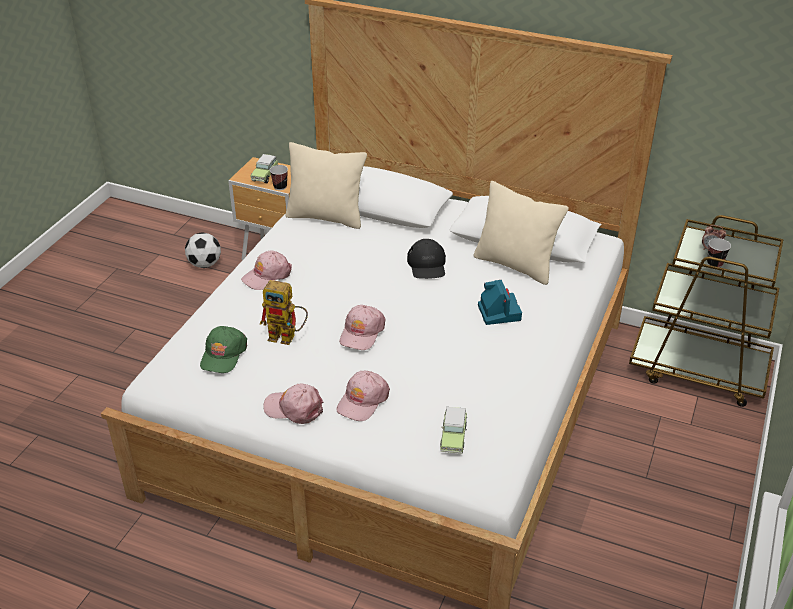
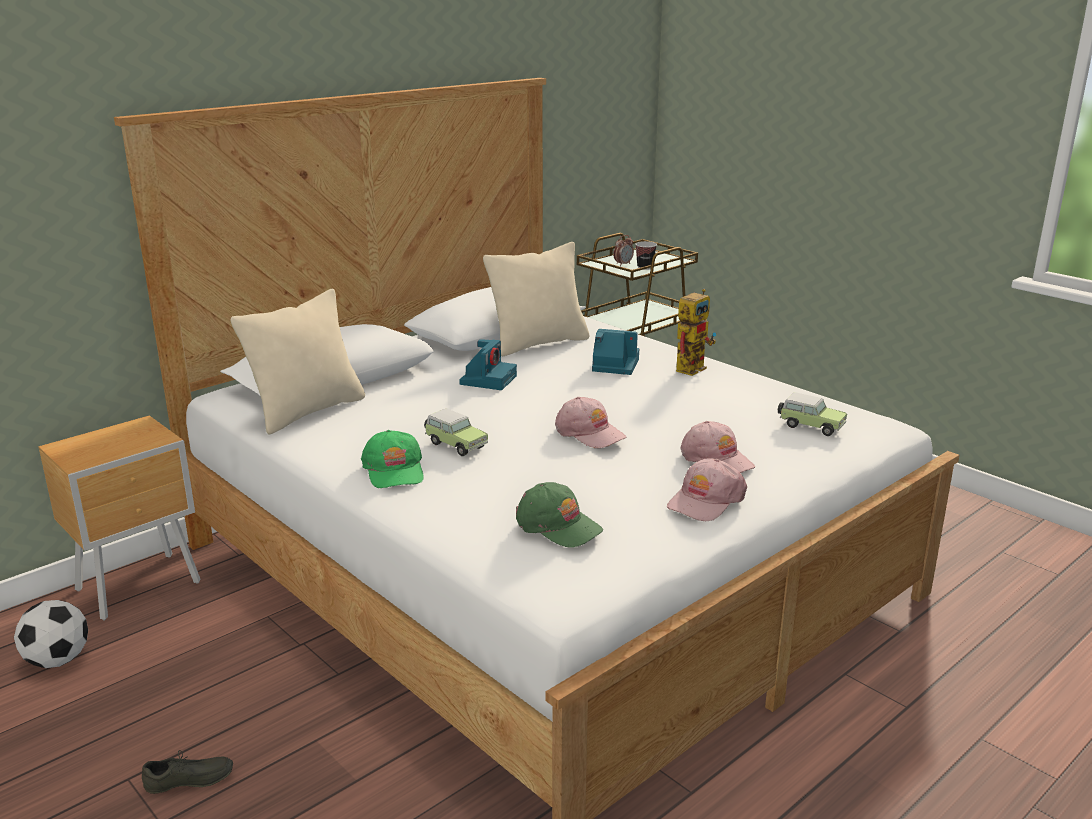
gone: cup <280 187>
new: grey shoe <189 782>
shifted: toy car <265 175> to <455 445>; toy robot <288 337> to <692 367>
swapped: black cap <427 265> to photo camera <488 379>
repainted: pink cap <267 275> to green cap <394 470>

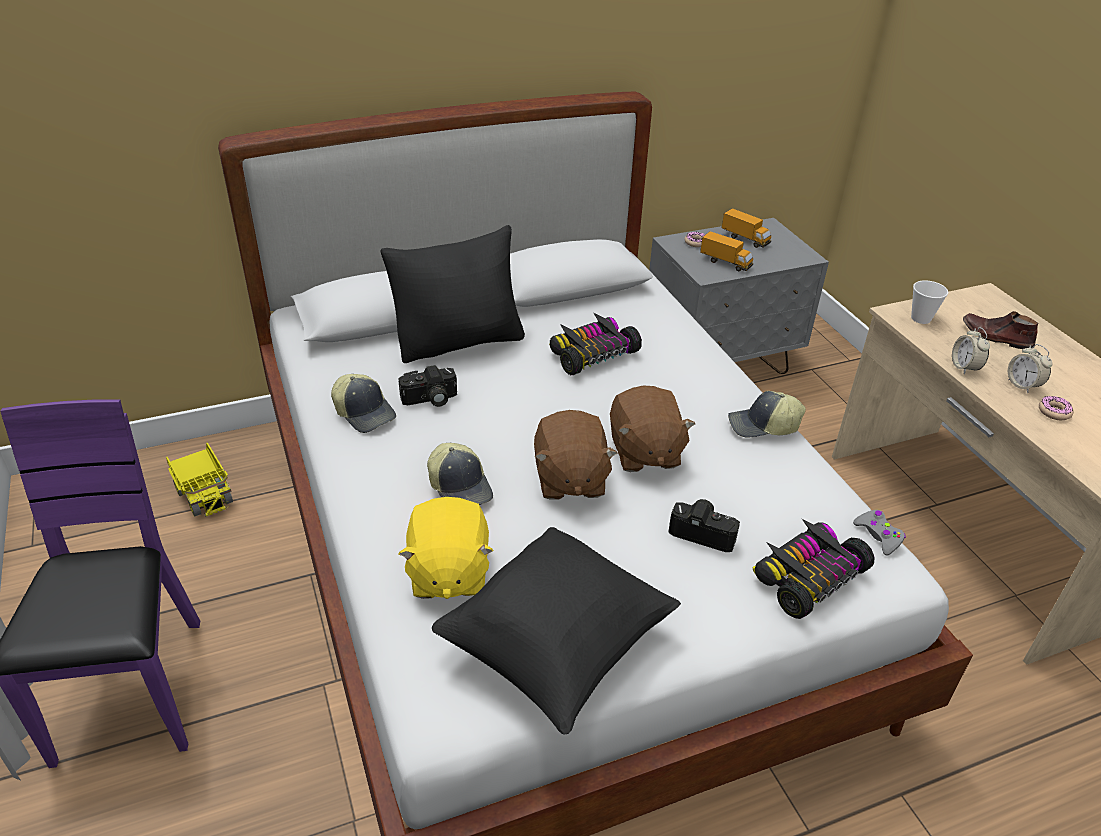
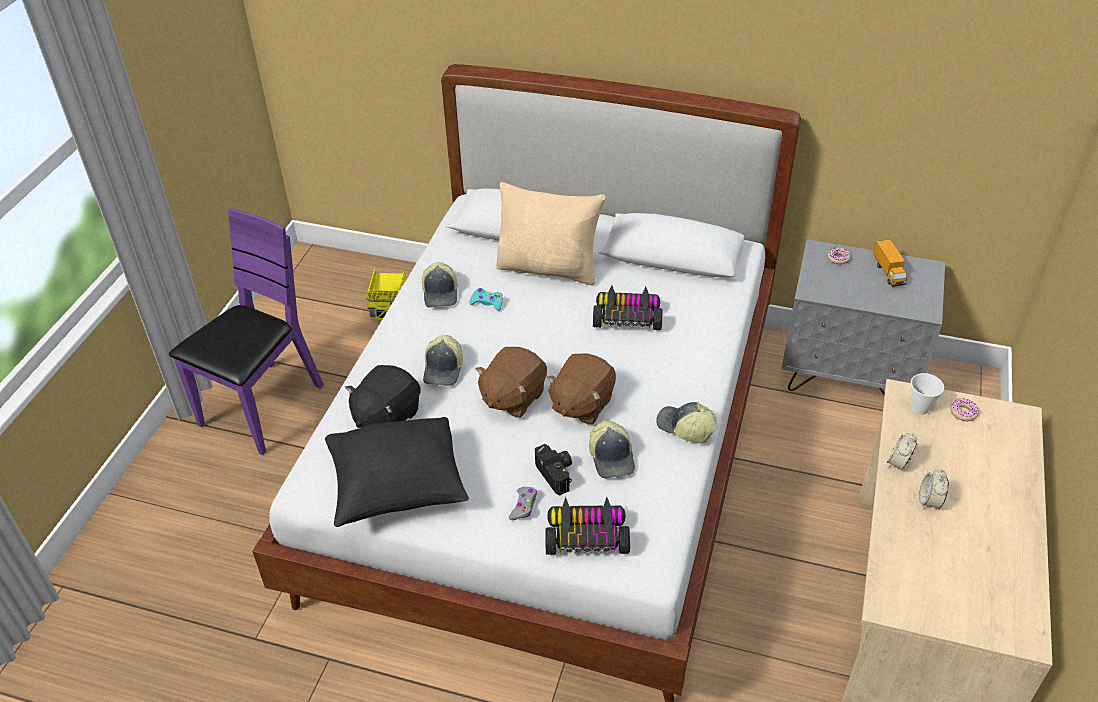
gone: toy truck <725 263>; brown shoe <996 337>
new: cap <612 457>
shifted: donut <1054 412> to <963 412>; grey game controller <878 535> to <523 506>
swapped: photo camera <430 400> to turquoise game controller <487 302>
repainted: black pillow <459 341> to beige pillow <549 268>; yellow plush toy <448 573> to black plush toy <386 416>

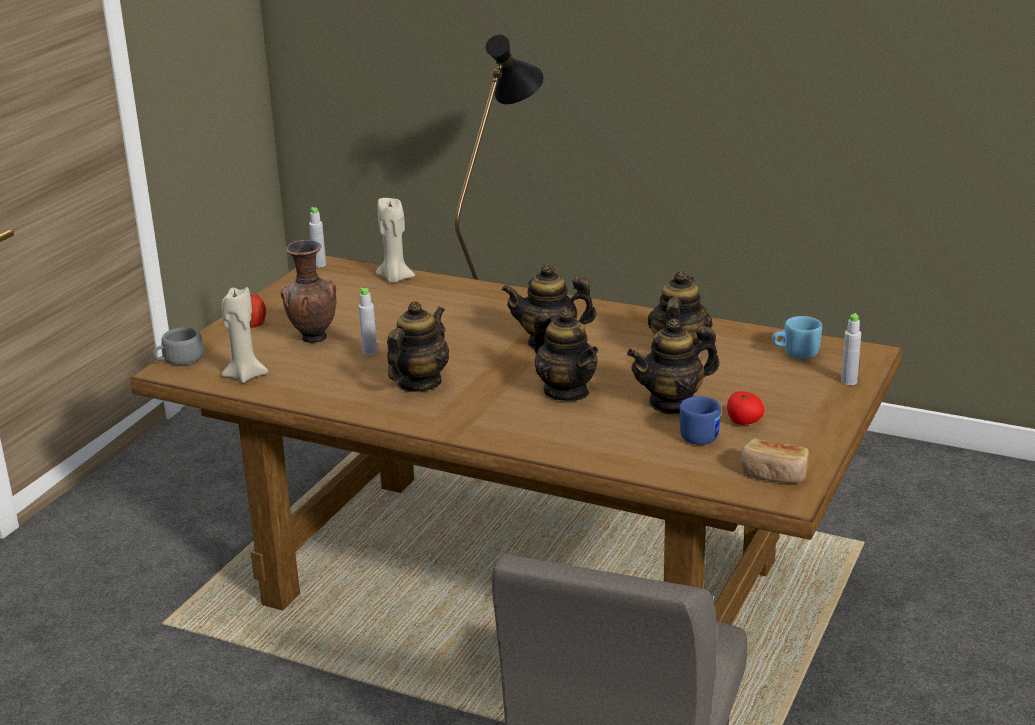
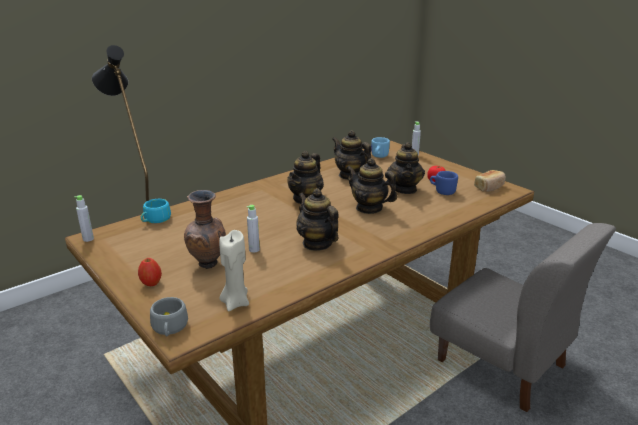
swapped: beige candle <395 279> to turquoise cup <155 220>
rotated: teapot <566 392> = <369 208> 135 degrees counterclockwise

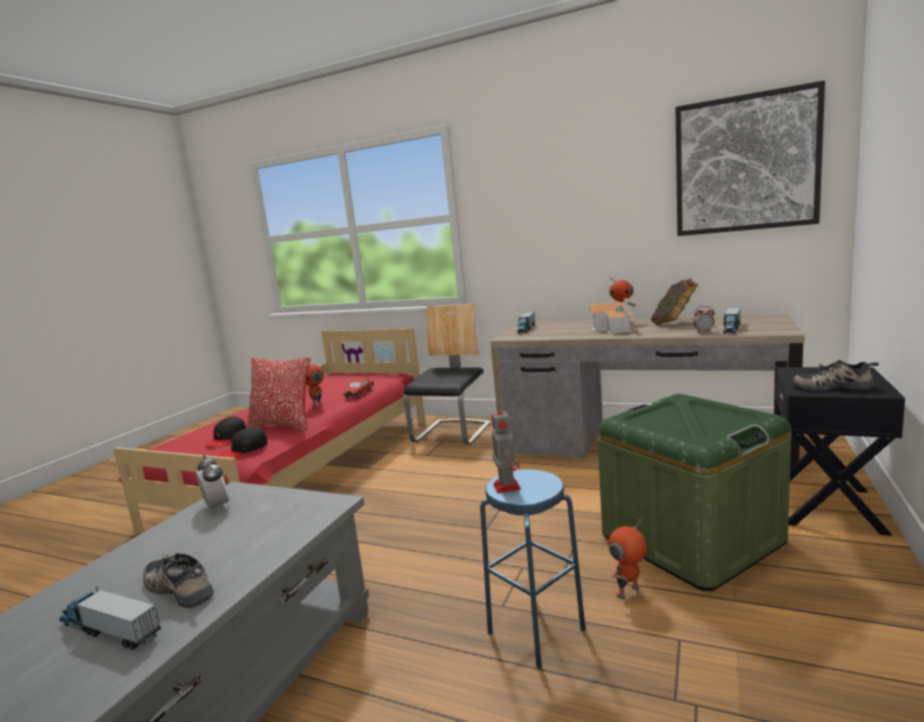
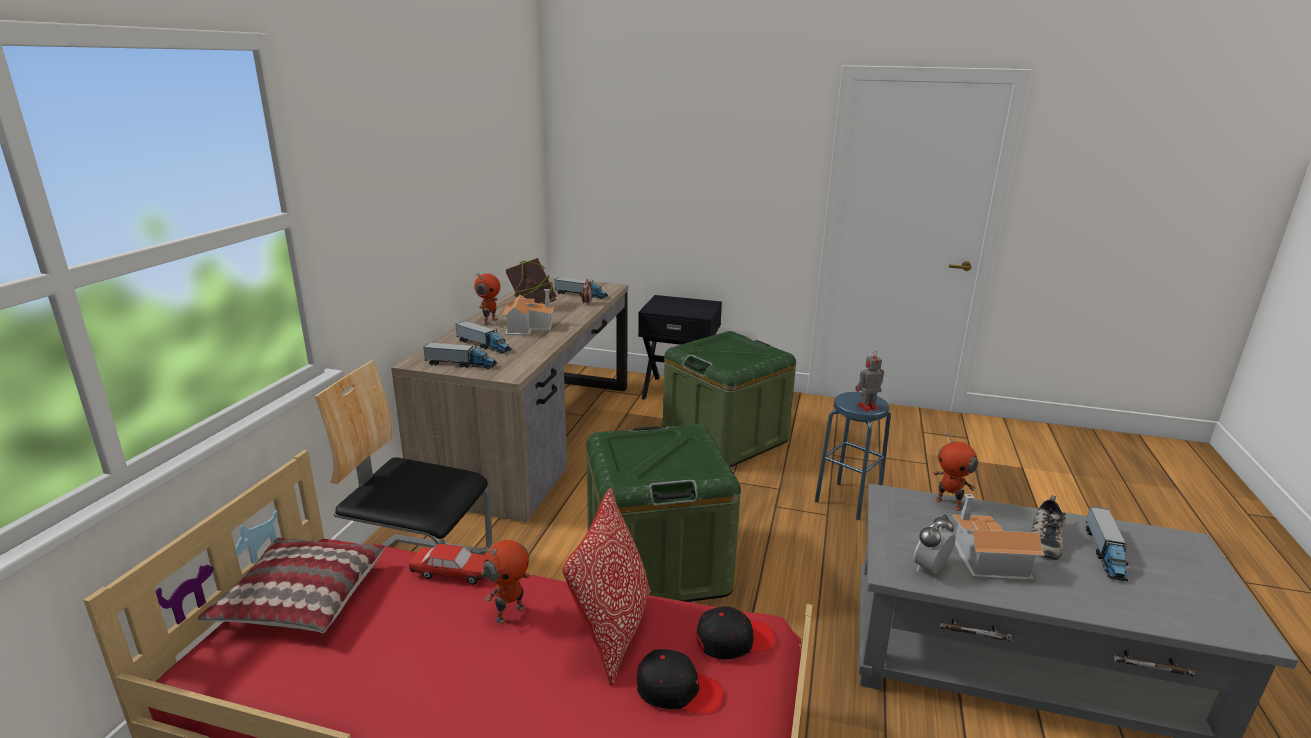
gone: picture <745 164>; shoe <833 386>
new: toy truck <484 345>; green storage box <657 564>; toy house <985 559>; pillow <301 598>
shifted: toy robot <629 592> to <949 503>
rotated: black cap <244 450> = <733 640> 60 degrees counterclockwise

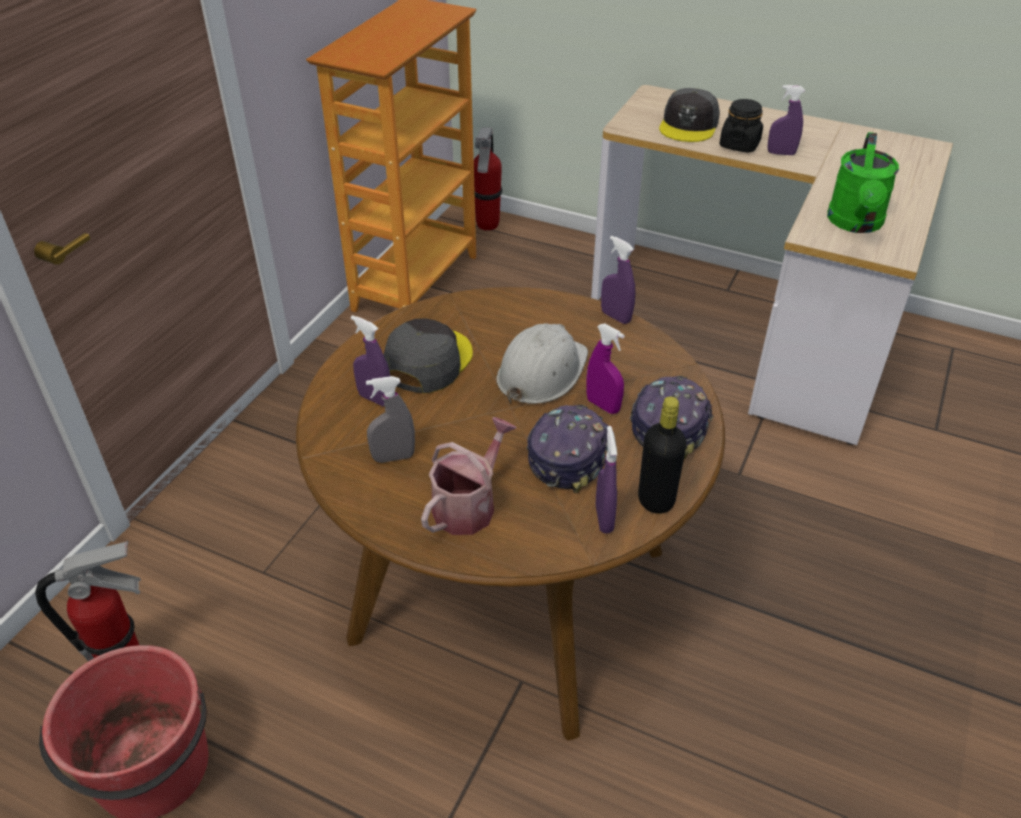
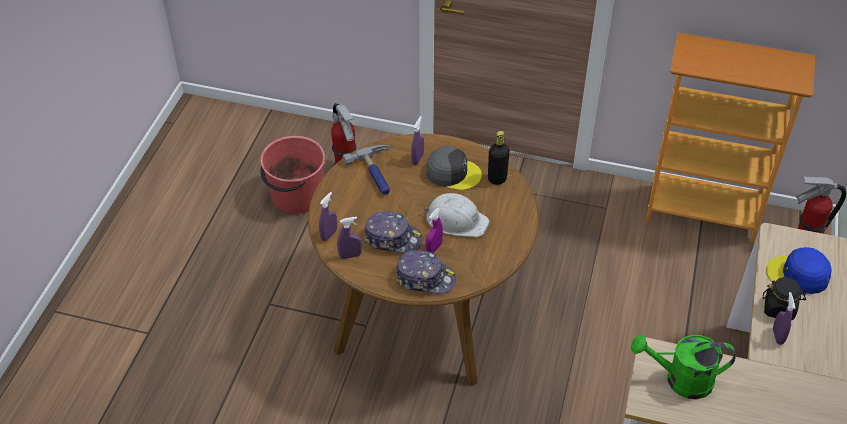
gone: watering can <469 505>
shifted: purple spray bottle <615 317> to <329 234>; black bottle <656 500> to <497 179>
swapped: grey spray bottle <393 457> to hammer <377 174>
repainted: grey cap <689 125> to blue cap <798 275>

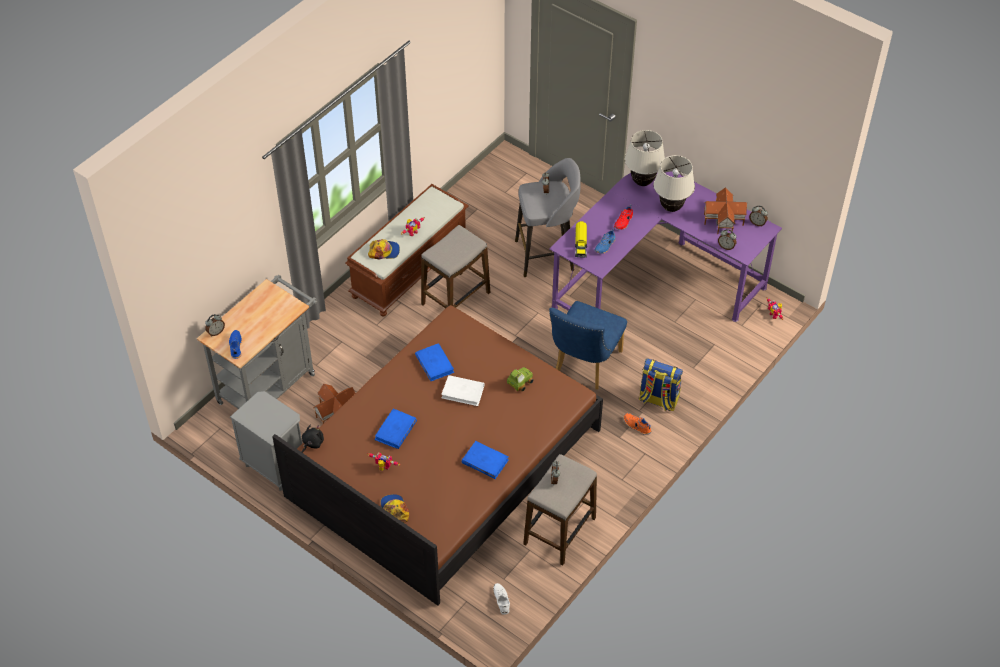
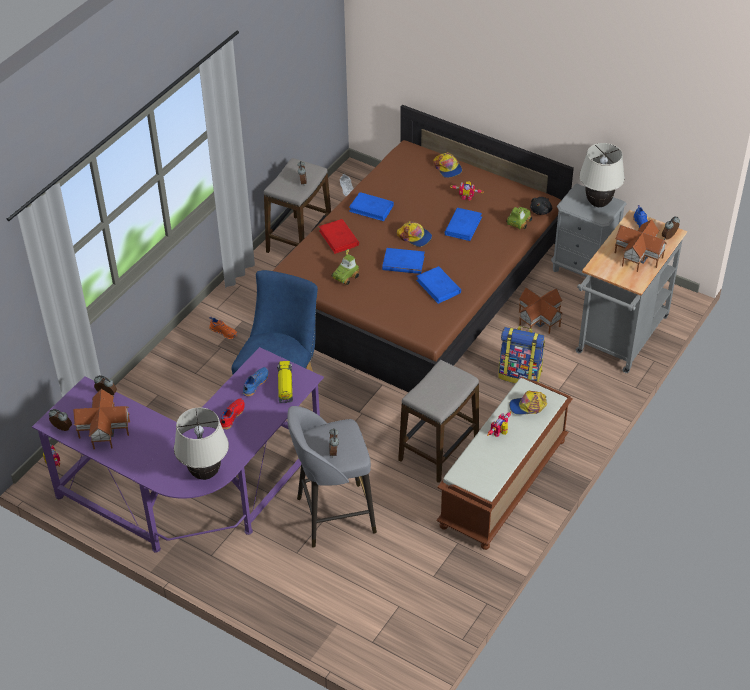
new: toy car <518 222>; red book <339 238>; toy house <639 256>; cap <414 237>
shifted: beige table lamp <671 208> to <598 203>; backpack <658 400> to <520 374>
repainted: white book <463 392> to blue book <403 263>

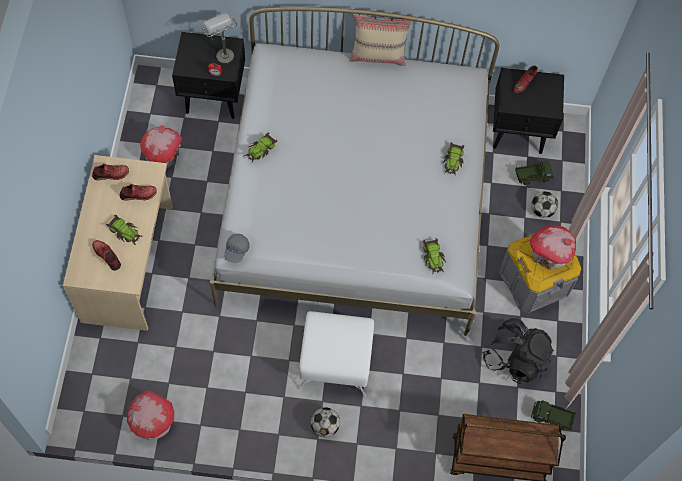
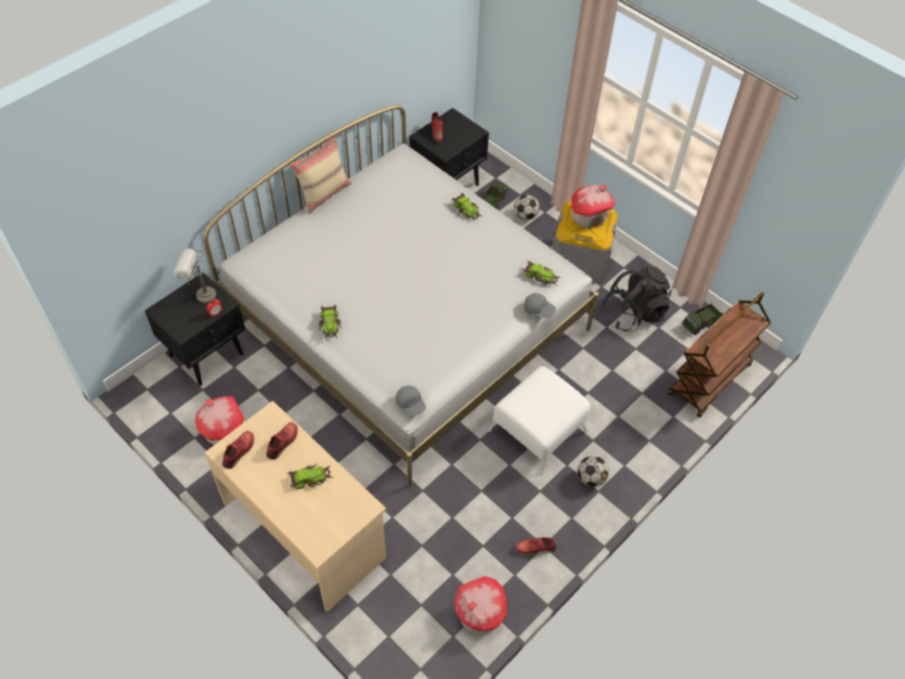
new: grey cap <539 309>
shifted: red shoe <107 256> to <535 547>

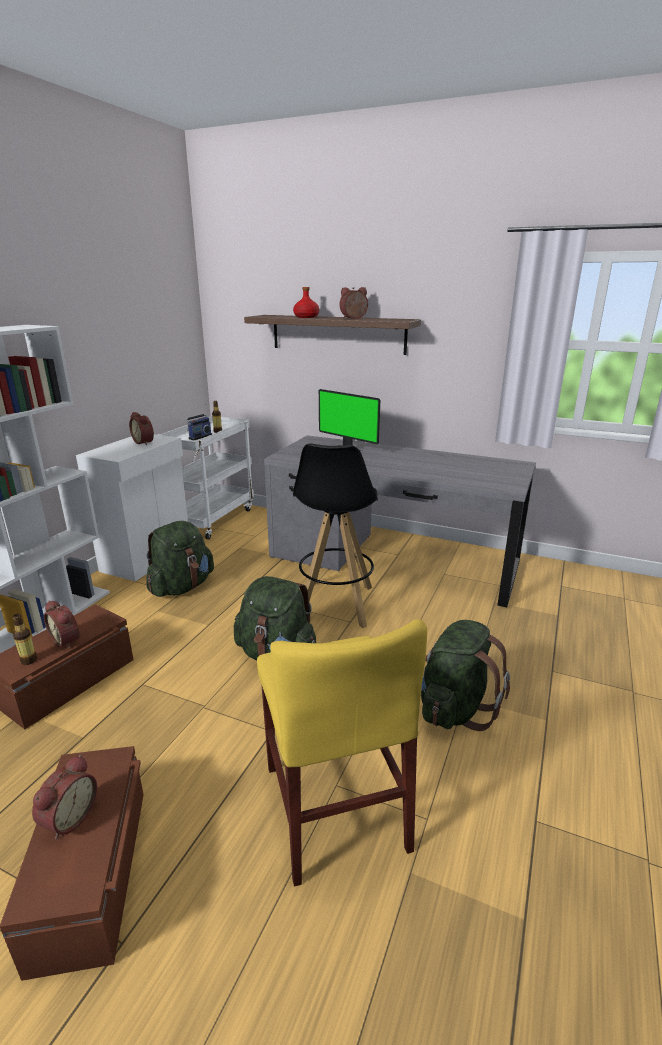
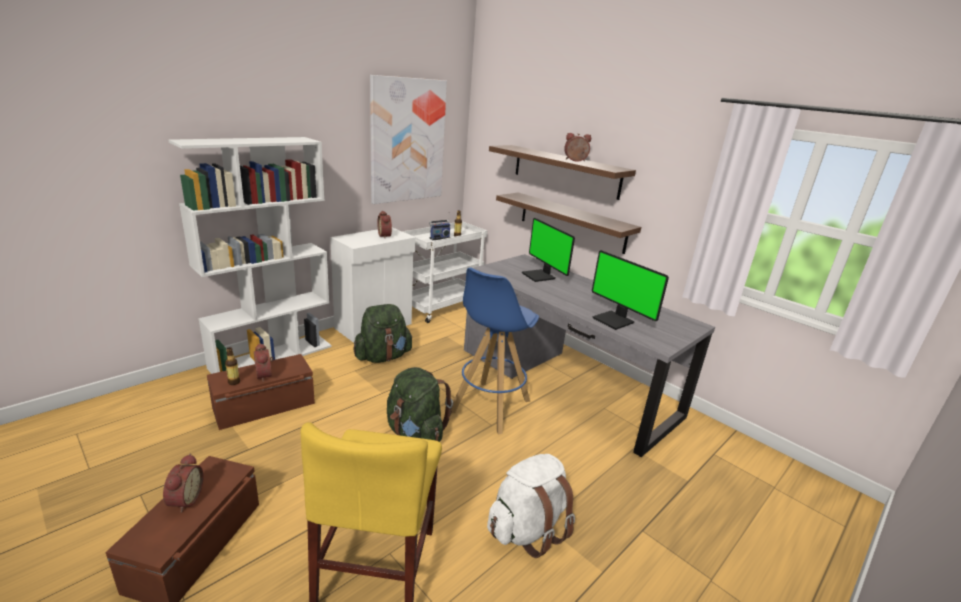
gone: red bottle <306 317>
new: picture <407 141>; shelf <571 222>; monitor <614 320>
repainted: black stool <335 604> to blue stool <489 406>; green backpack <455 708> to white backpack <527 529>
rotated: alarm clock <68 817> = <184 500> 45 degrees counterclockwise

